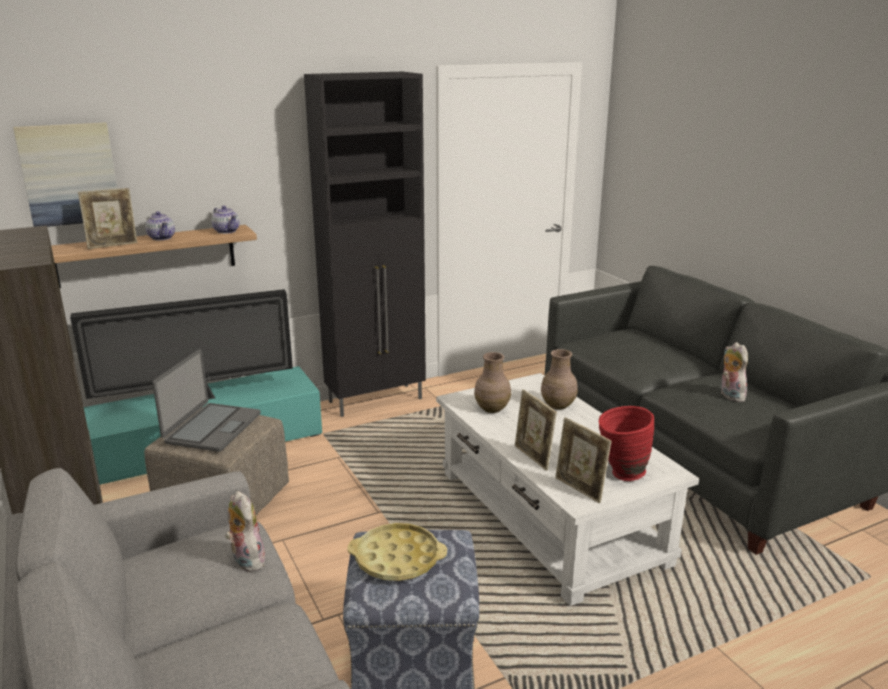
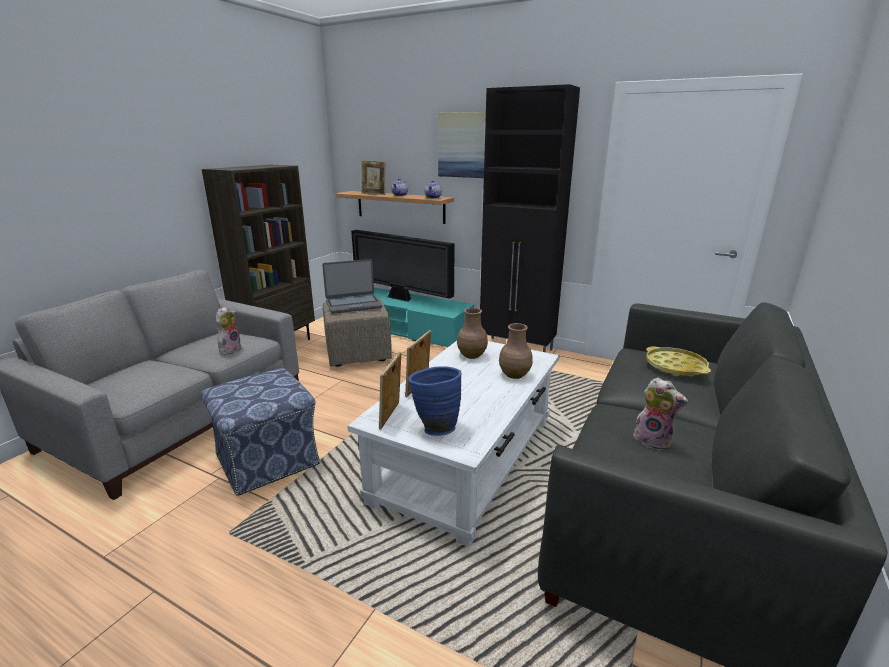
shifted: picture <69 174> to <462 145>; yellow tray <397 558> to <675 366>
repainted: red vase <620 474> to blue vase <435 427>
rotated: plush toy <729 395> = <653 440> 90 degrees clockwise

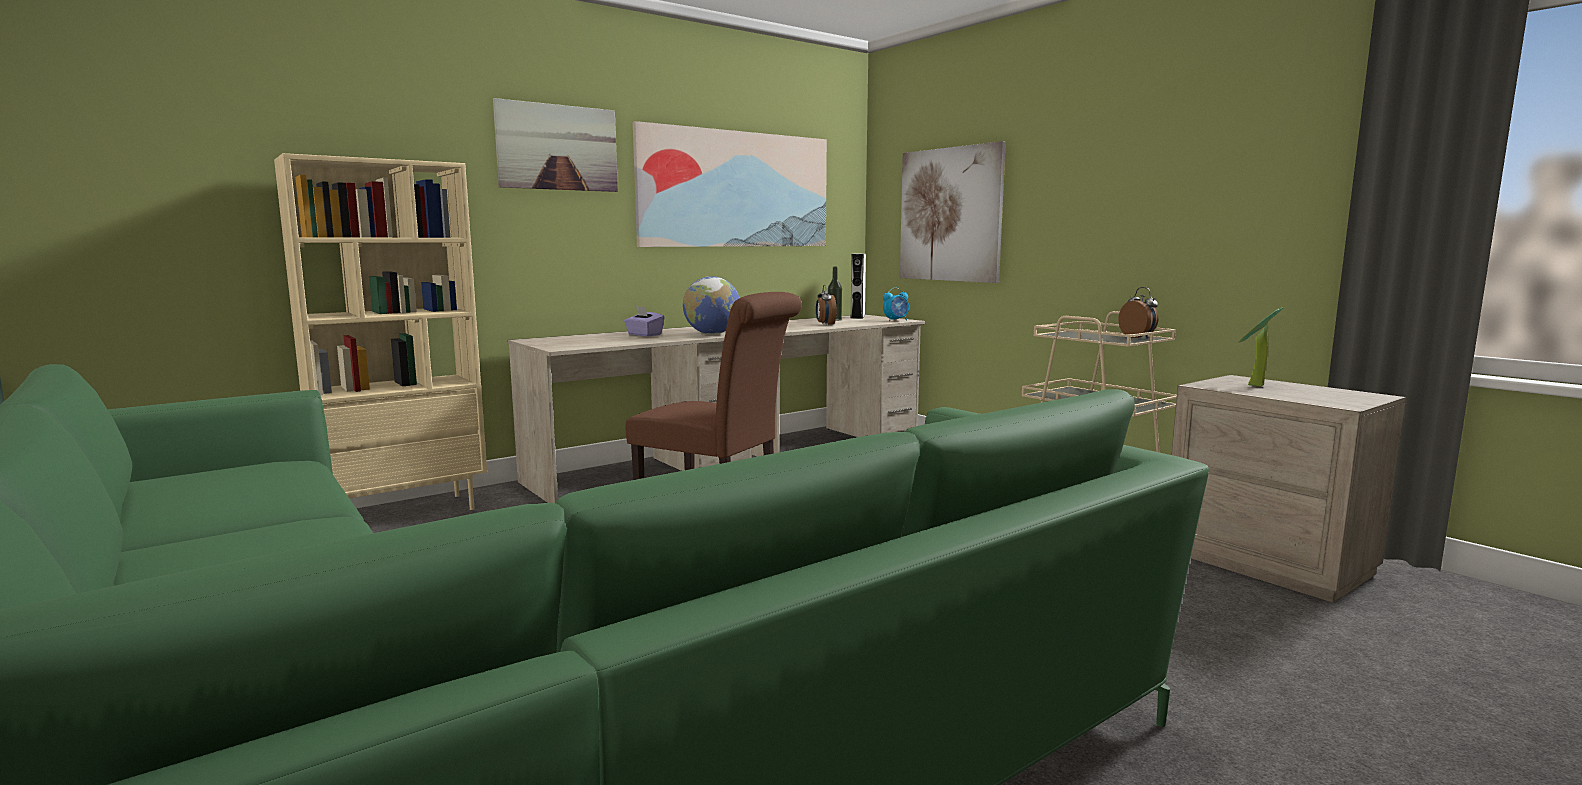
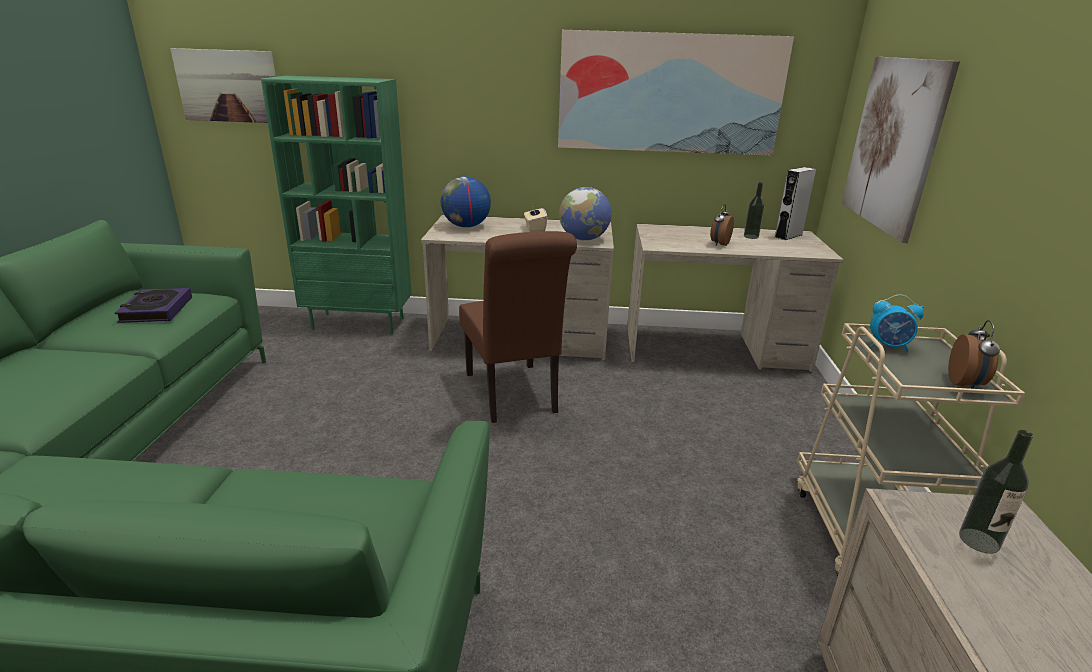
new: globe <466 226>; book <156 310>
shifted: picture <557 147> to <228 86>; alarm clock <896 320> to <888 346>
swapped: potted plant <1253 386> to bottle <979 540>
repainted: beige bookcase <404 513> to green bookcase <359 323>; purple tissue box <644 335> to beige tissue box <535 228>

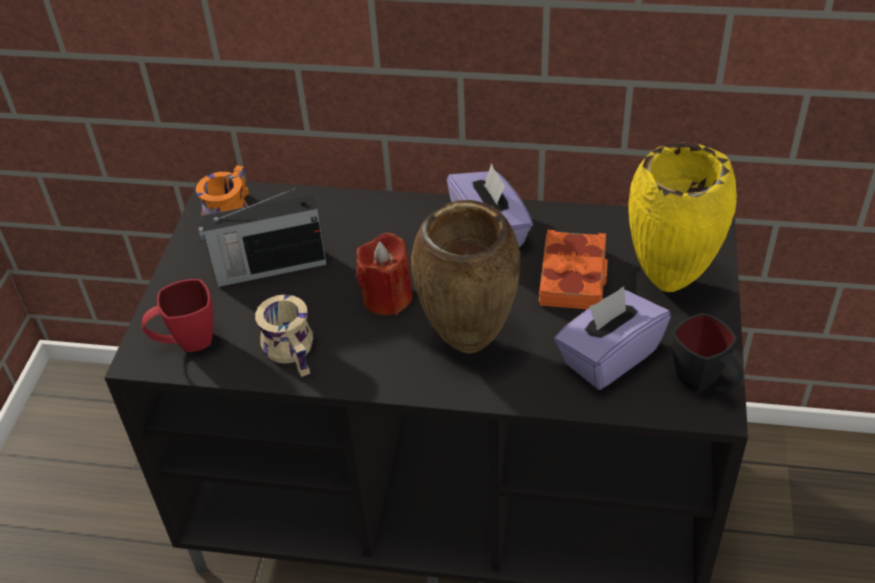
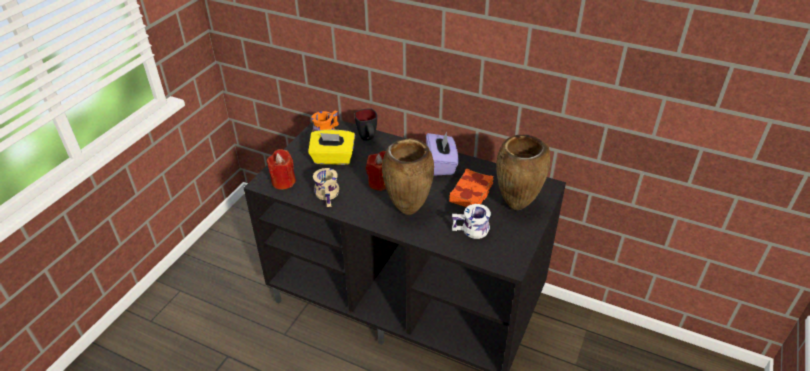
shifted: black mug <704 385> to <368 139>
swapped: radio <268 268> to yellow tissue box <333 158>; red mug <186 343> to red candle <283 181>; purple tissue box <608 357> to white mug <471 231>
repainted: yellow vase <669 285> to brown vase <516 207>

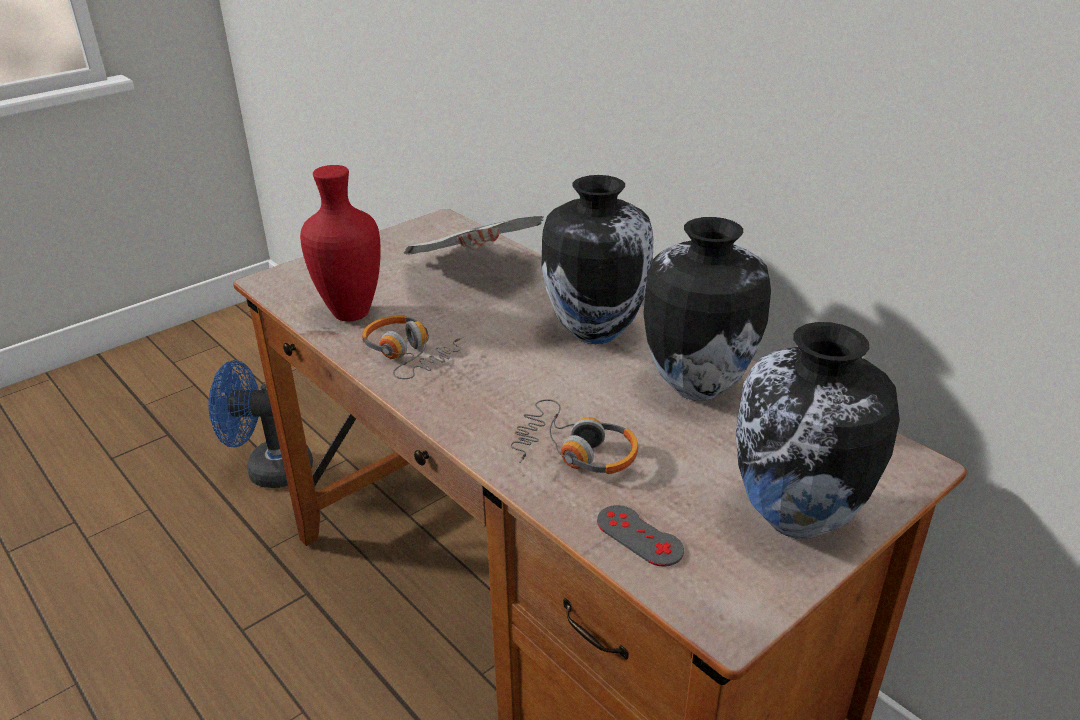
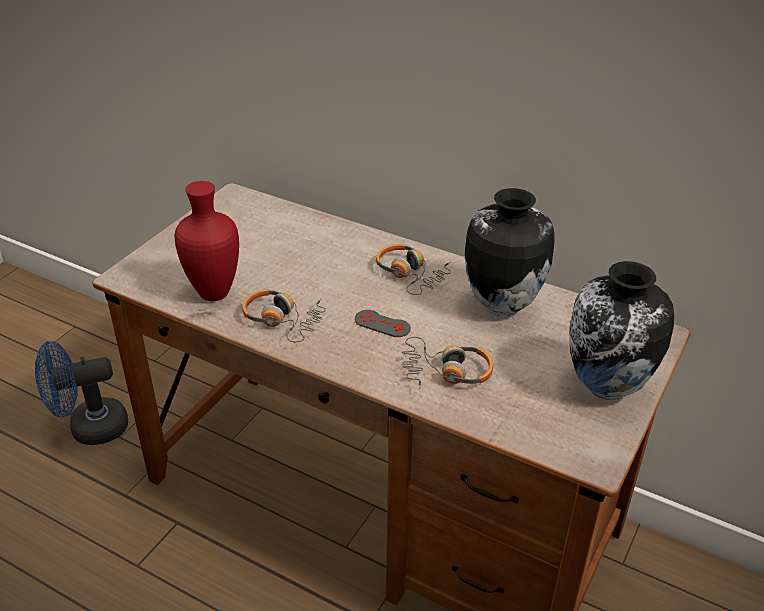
gone: newspaper <474 272>
shifted: grey game controller <639 536> to <382 324>
swapped: vase <595 332> to headphones <410 275>

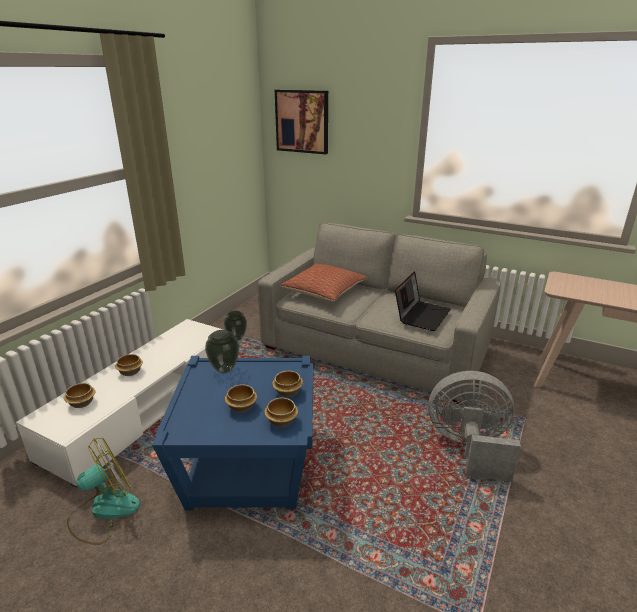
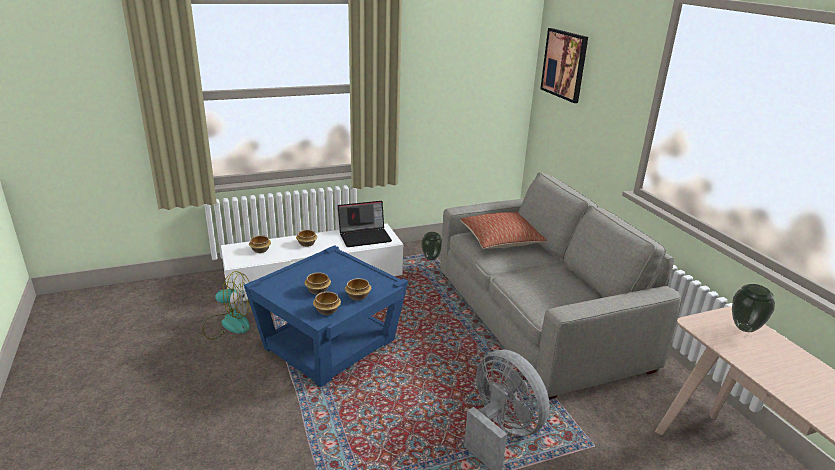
shifted: laptop <421 315> to <365 236>; vase <225 369> to <745 328>

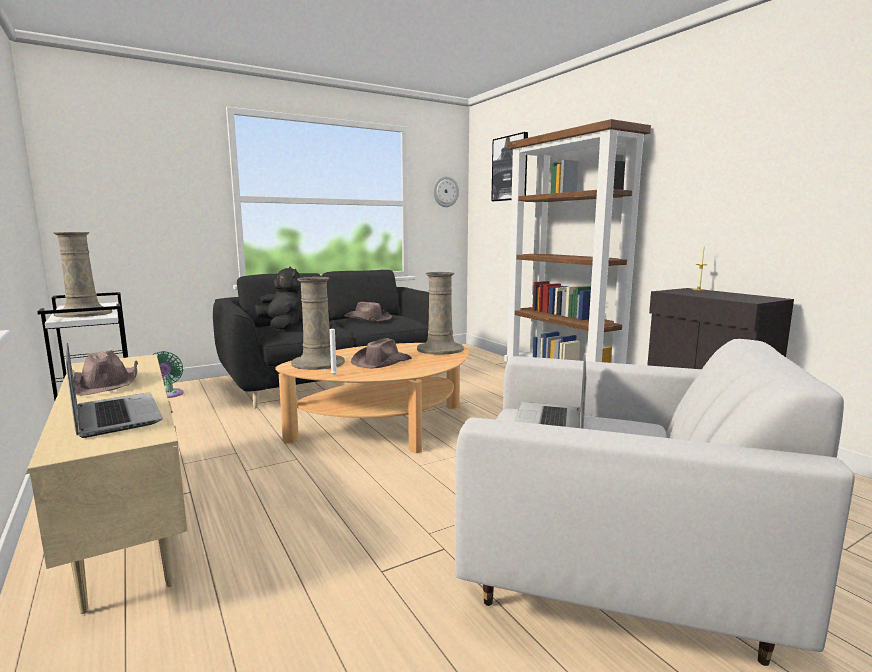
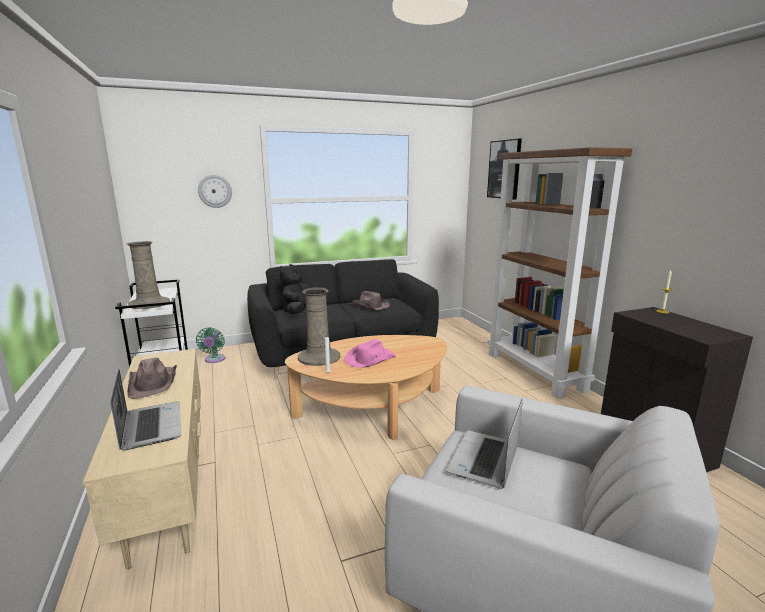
gone: beige vase <440 349>
shifted: wall clock <445 191> to <215 191>
repainted: brown hat <381 362> to pink hat <369 359>
rotated: black plush toy <281 327> = <298 312> 135 degrees counterclockwise

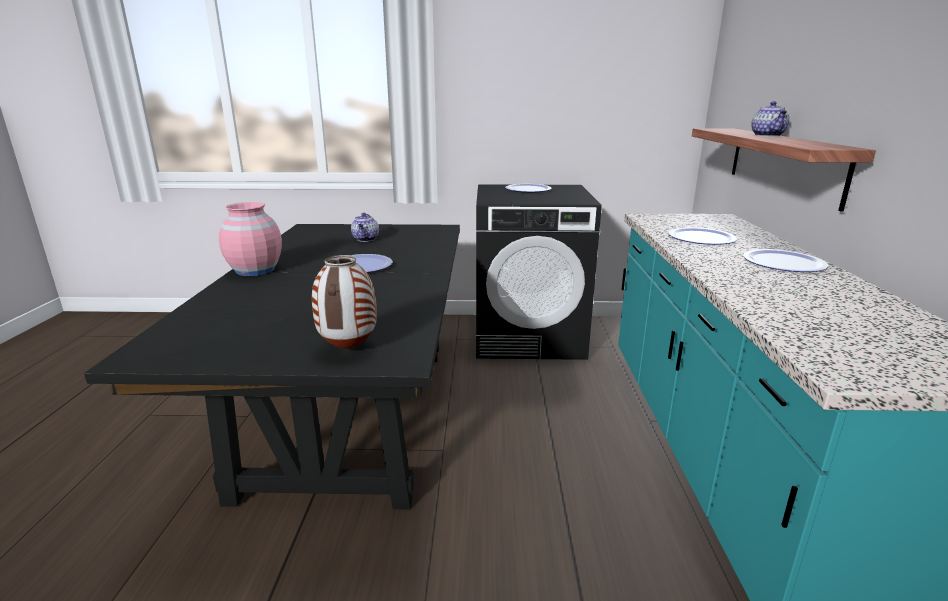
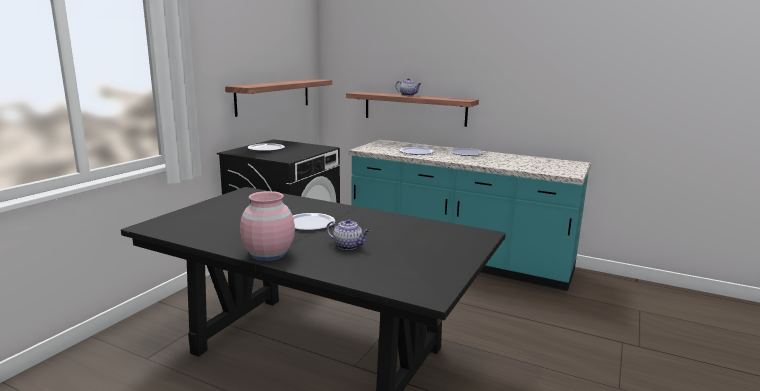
gone: vase <349 349>
new: shelf <273 96>
shifted: teapot <366 239> to <348 246>

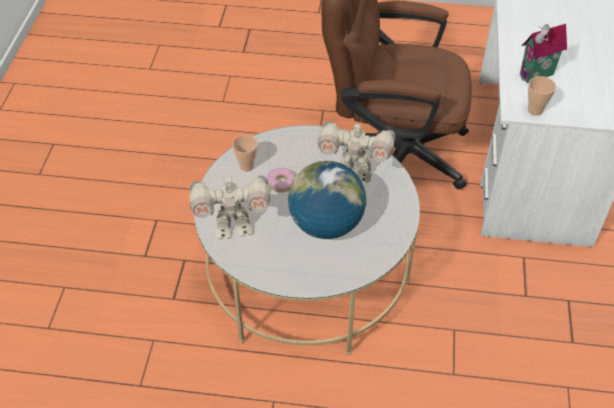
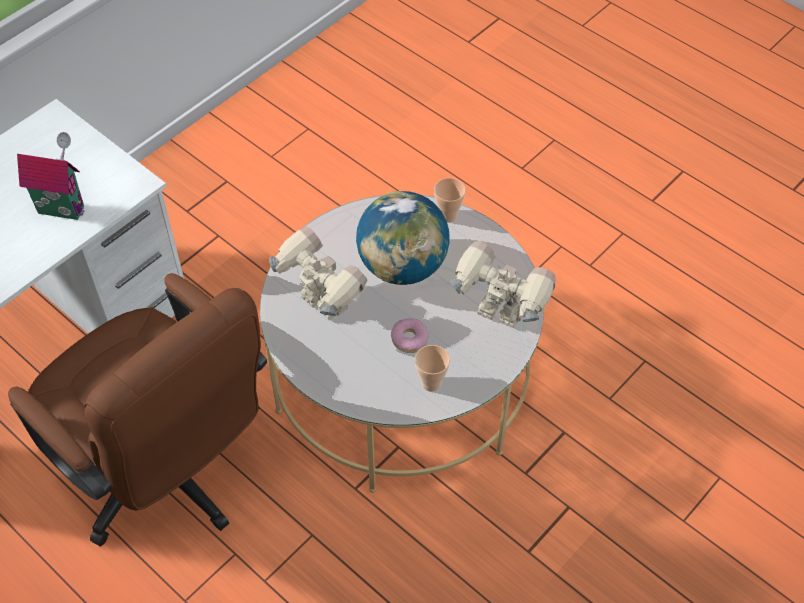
shifted: cup <535 110> to <448 215>

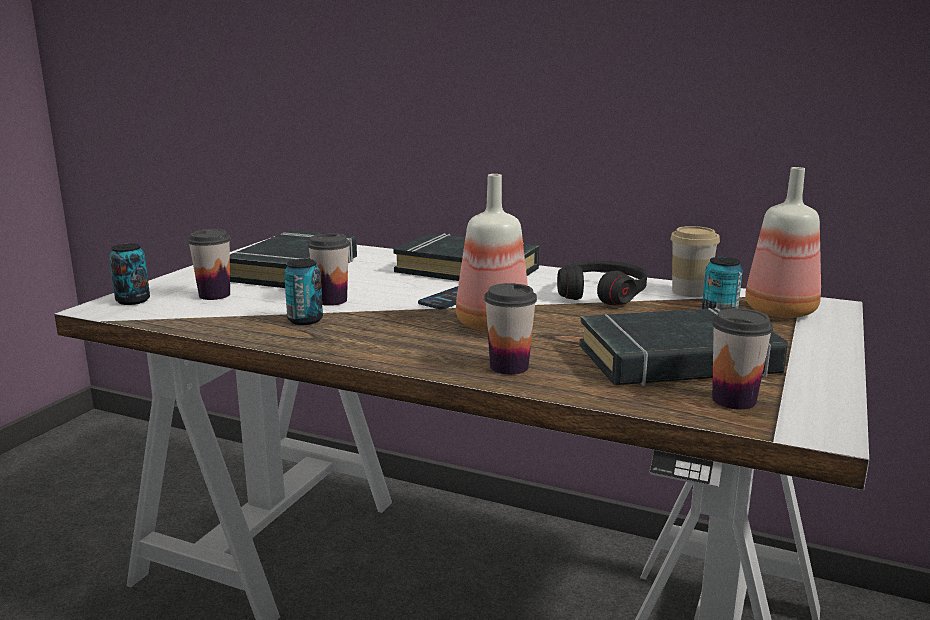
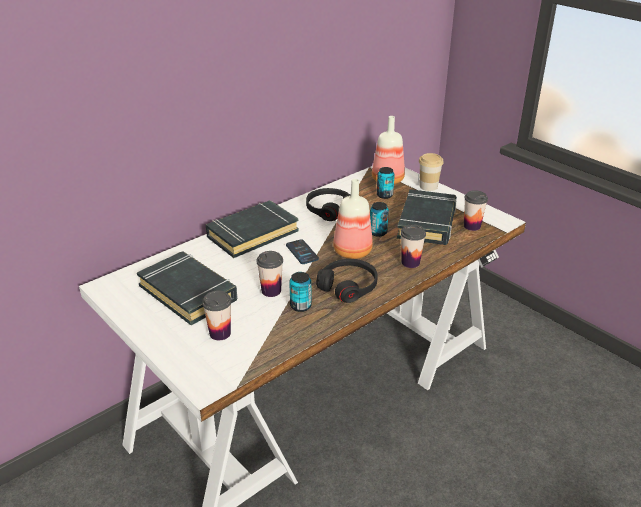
new: black headphones <348 286>
shifted: cup <690 291> to <428 186>; can <133 300> to <378 232>

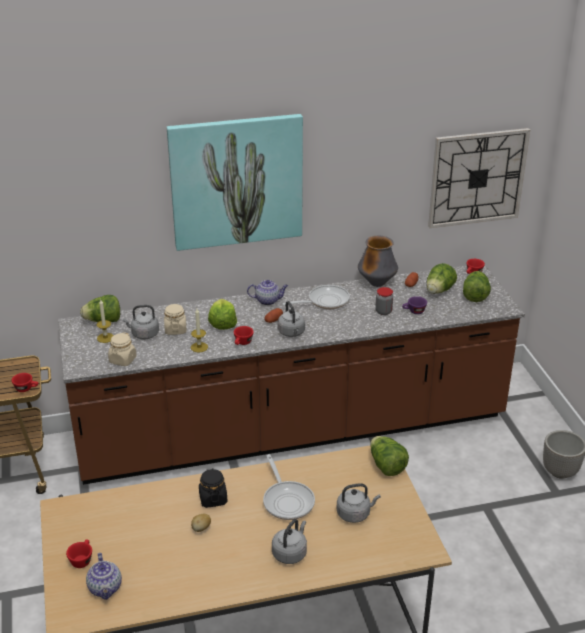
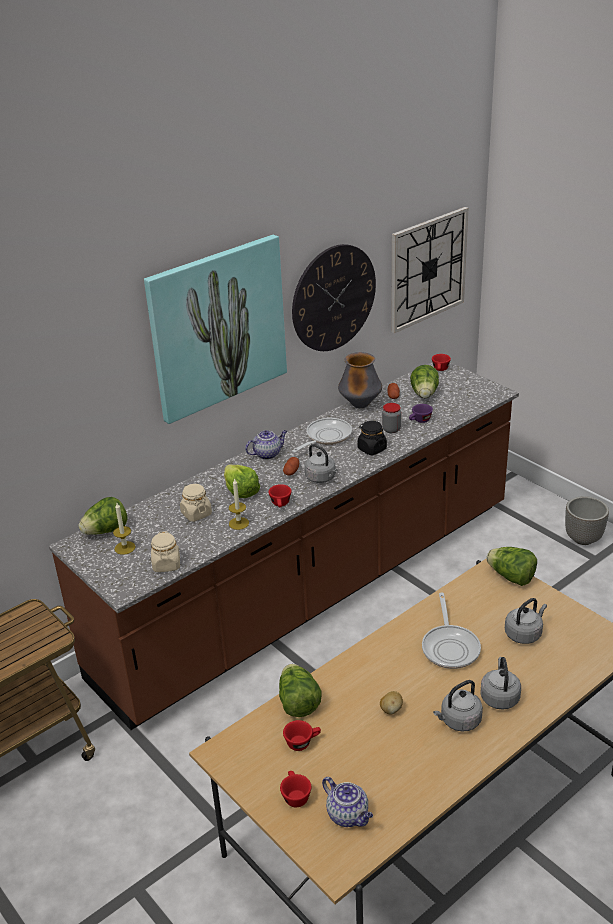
new: wall clock <333 298>
shifted: lettuce <475 295> to <298 703>; grey kettle <143 334> to <459 721>; red cup <26 389> to <302 742>; black jar <213 498> to <371 449>
rotated: frying pan <287 500> = <450 647> 45 degrees clockwise

